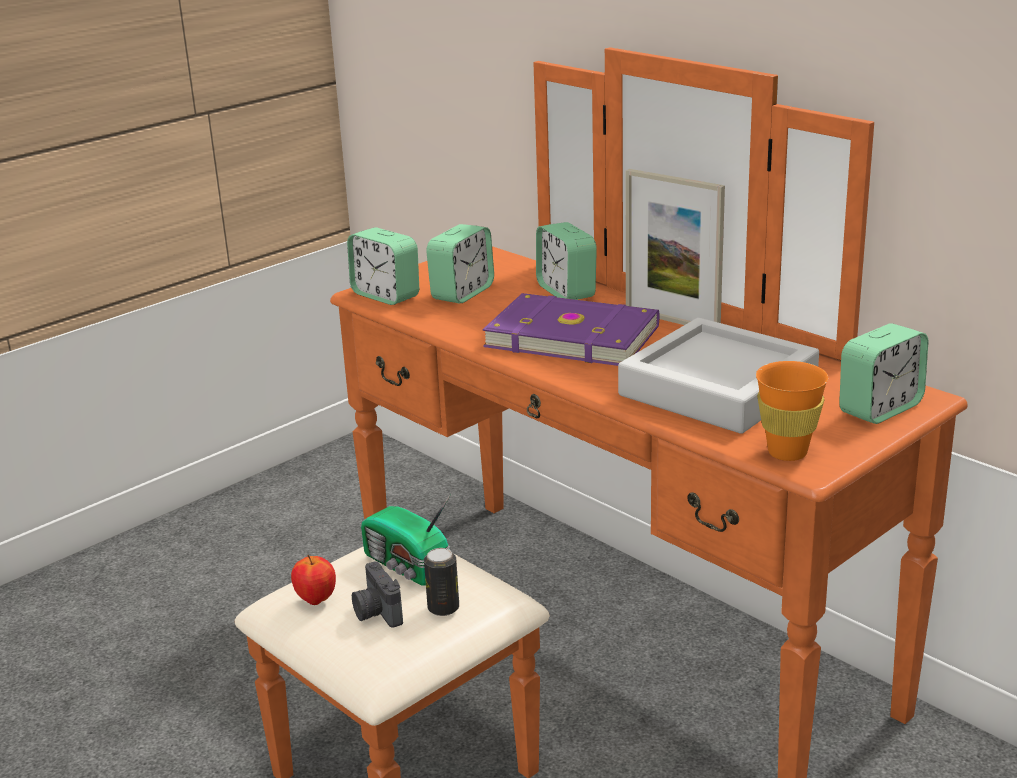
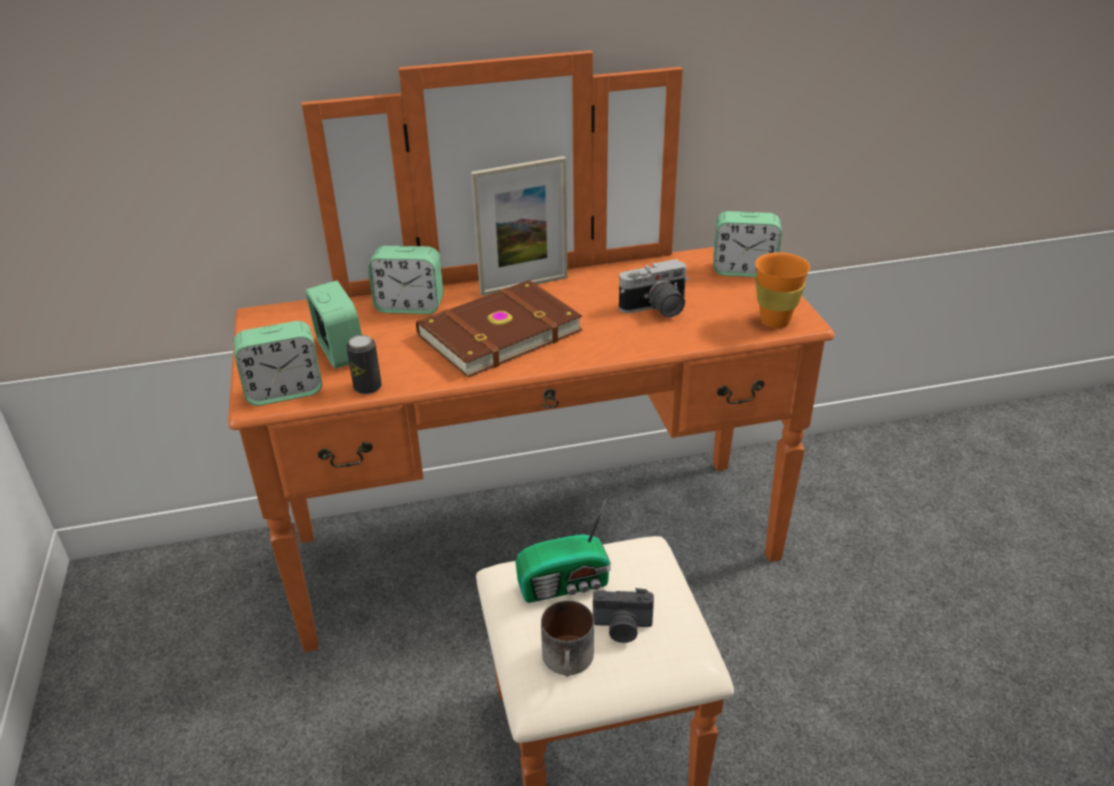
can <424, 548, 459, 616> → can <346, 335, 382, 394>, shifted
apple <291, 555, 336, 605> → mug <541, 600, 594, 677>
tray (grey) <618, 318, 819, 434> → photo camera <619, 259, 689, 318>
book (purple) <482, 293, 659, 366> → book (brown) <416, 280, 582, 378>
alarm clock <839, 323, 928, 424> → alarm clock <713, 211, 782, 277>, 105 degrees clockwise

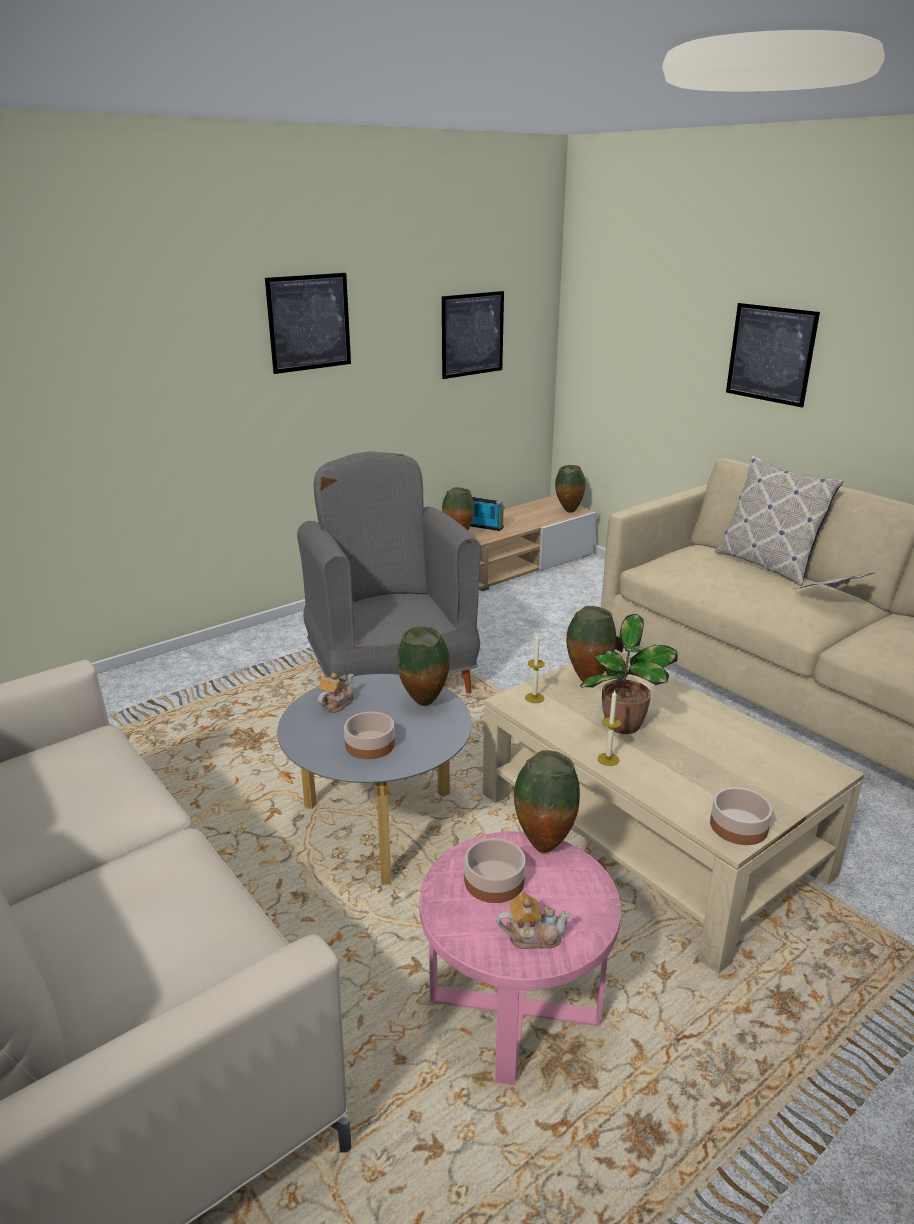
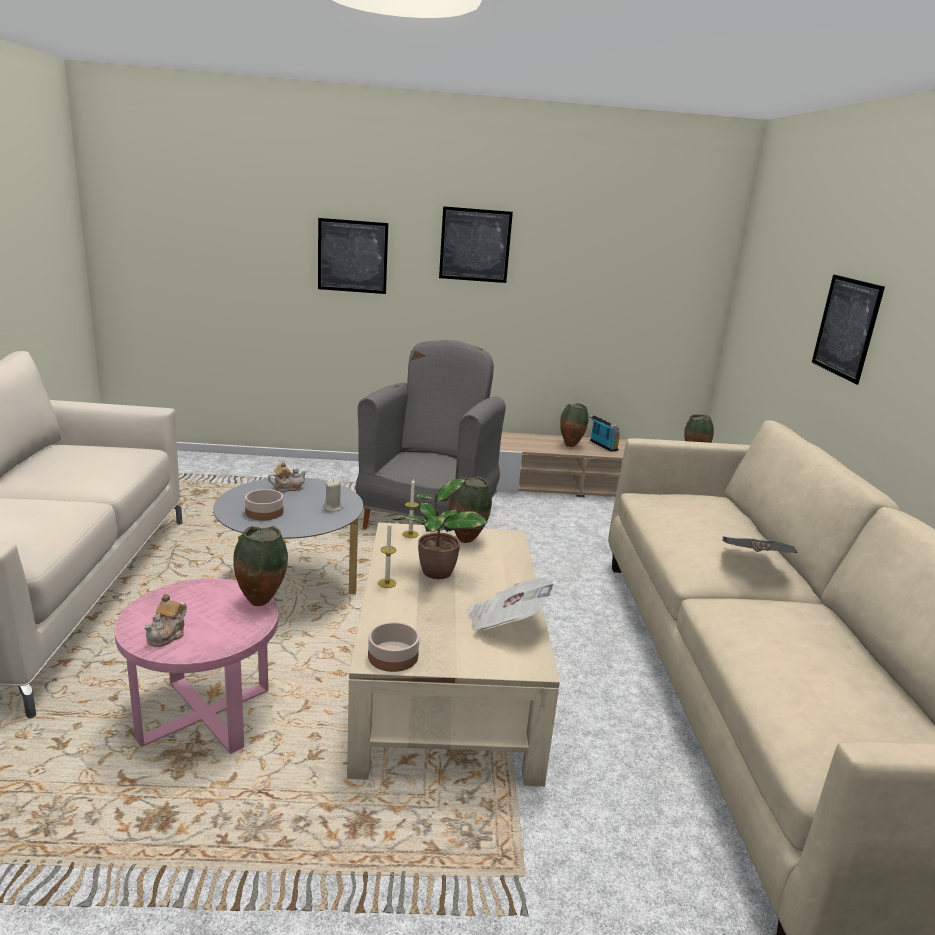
bowl <464, 838, 526, 903> → -
pillow <715, 455, 843, 586> → -
- → newspaper <467, 578, 556, 631>
picture <442, 291, 504, 379> → picture <318, 218, 388, 294>, shifted
vase <397, 626, 450, 706> → candle (beige) <323, 479, 343, 511>
teapot <497, 892, 572, 949> → teapot <143, 594, 187, 647>, 75 degrees clockwise

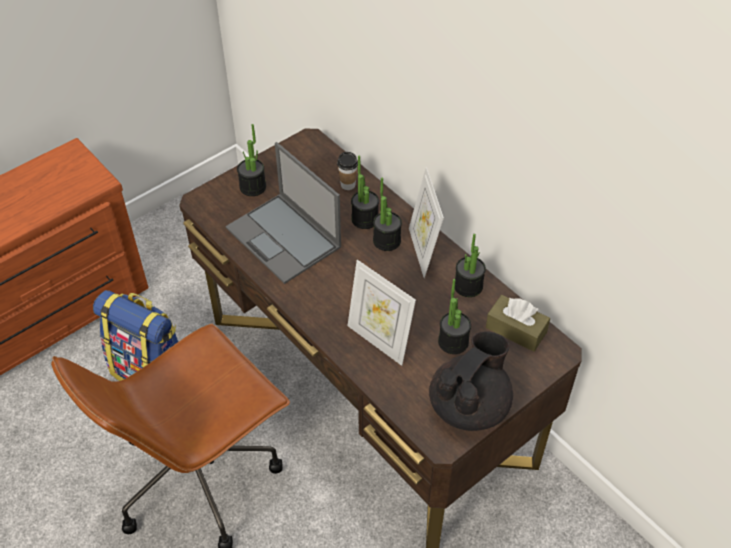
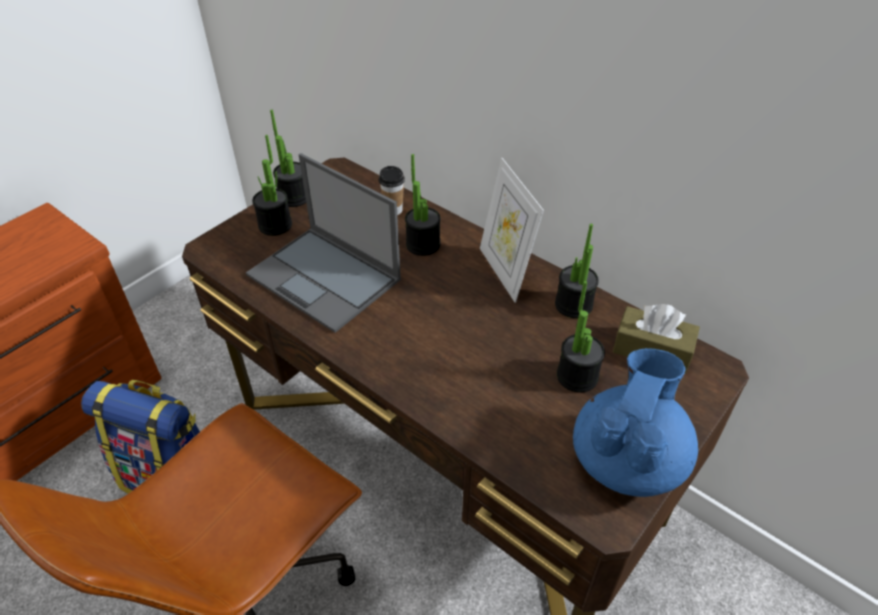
picture frame <347, 260, 416, 366> → -
potted plant <373, 177, 402, 251> → potted plant <270, 110, 306, 207>, shifted
teapot (black) <429, 332, 513, 431> → teapot (blue) <573, 348, 698, 497>

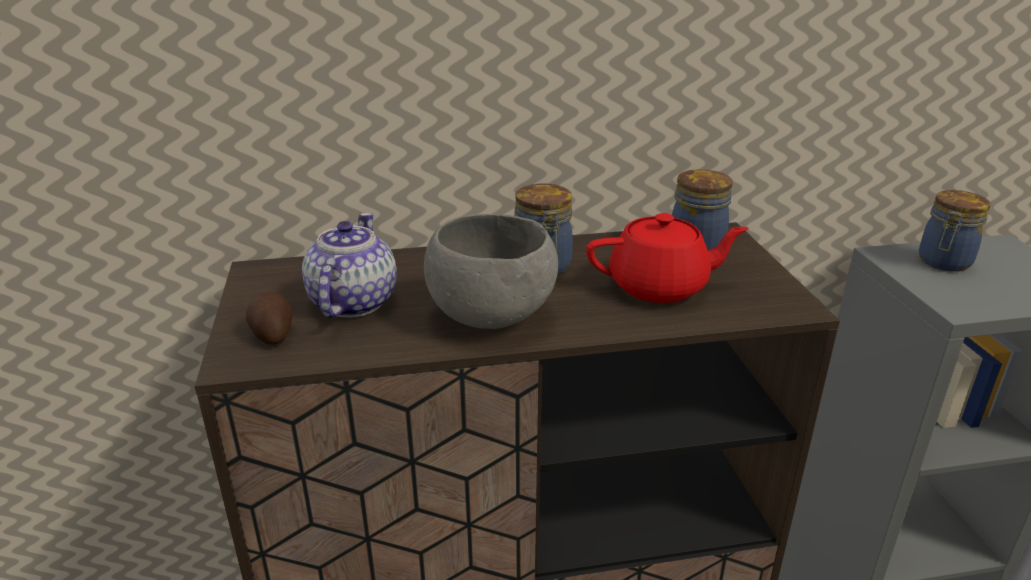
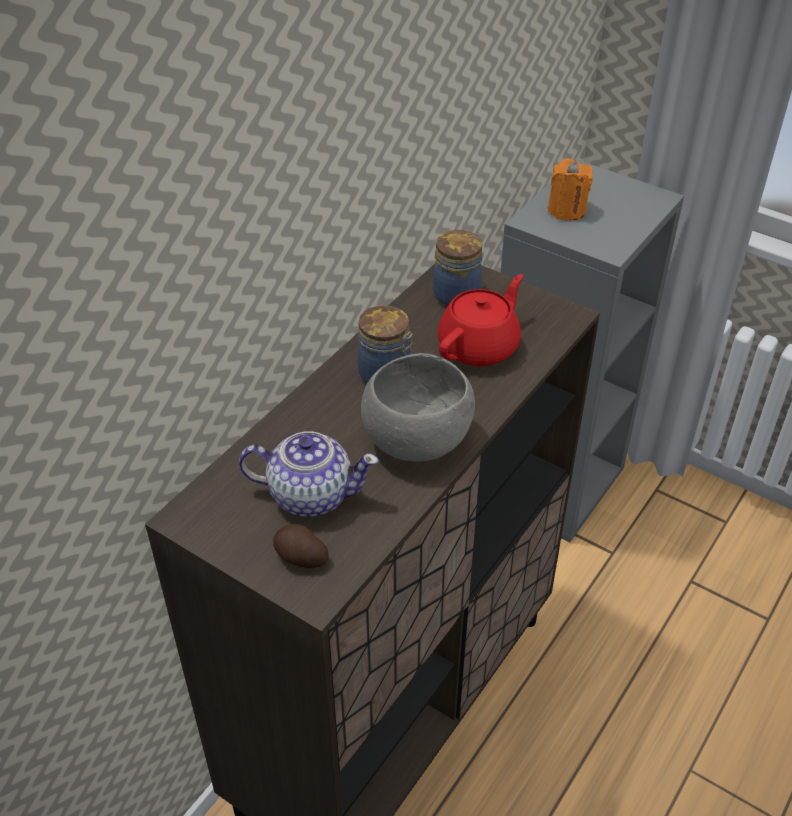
jar <919, 190, 991, 272> → candle (orange) <548, 158, 593, 221>
teapot <302, 213, 397, 318> → teapot <239, 431, 379, 517>, 135 degrees clockwise

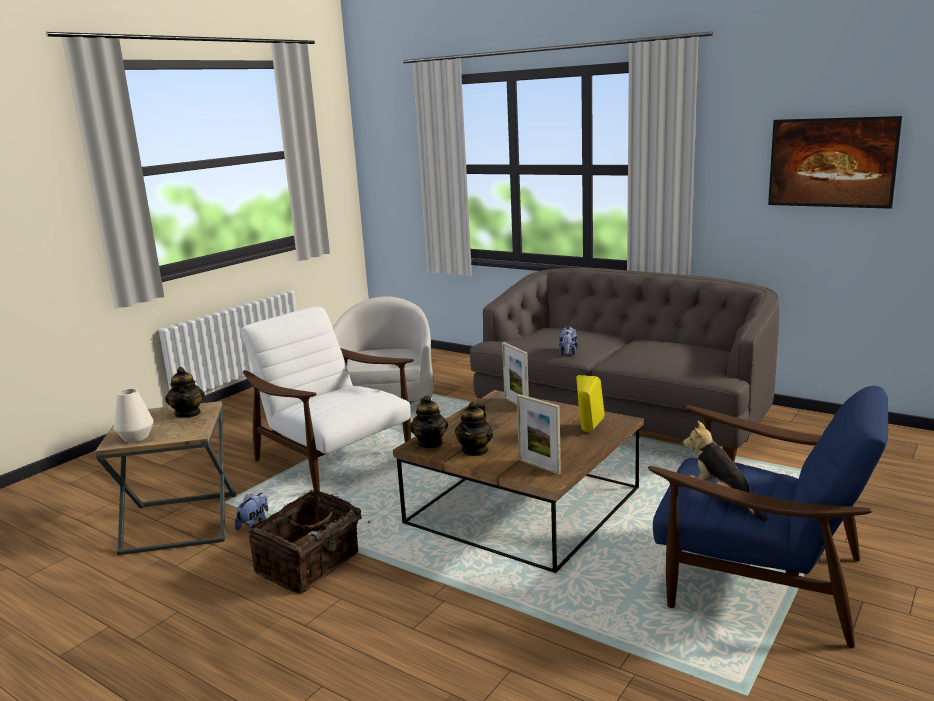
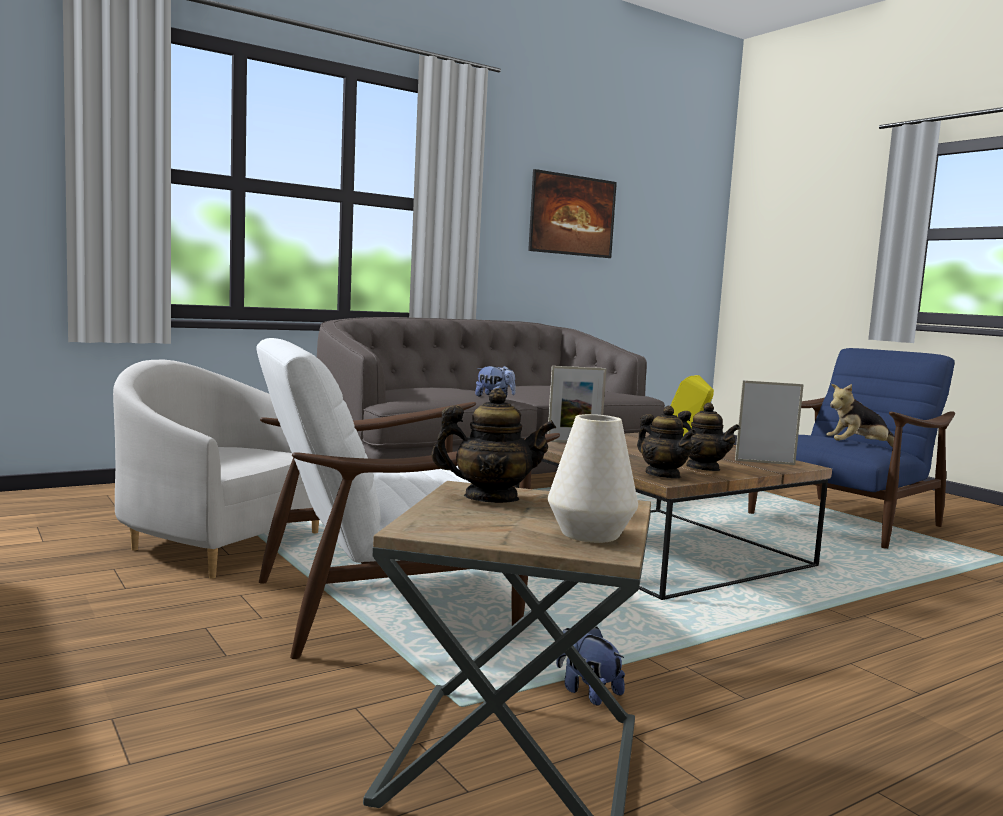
basket <248, 490, 370, 594> → -
teapot <410, 395, 448, 448> → teapot <637, 406, 696, 478>, 45 degrees clockwise
picture frame <516, 394, 561, 475> → picture frame <735, 380, 804, 465>, 150 degrees counterclockwise

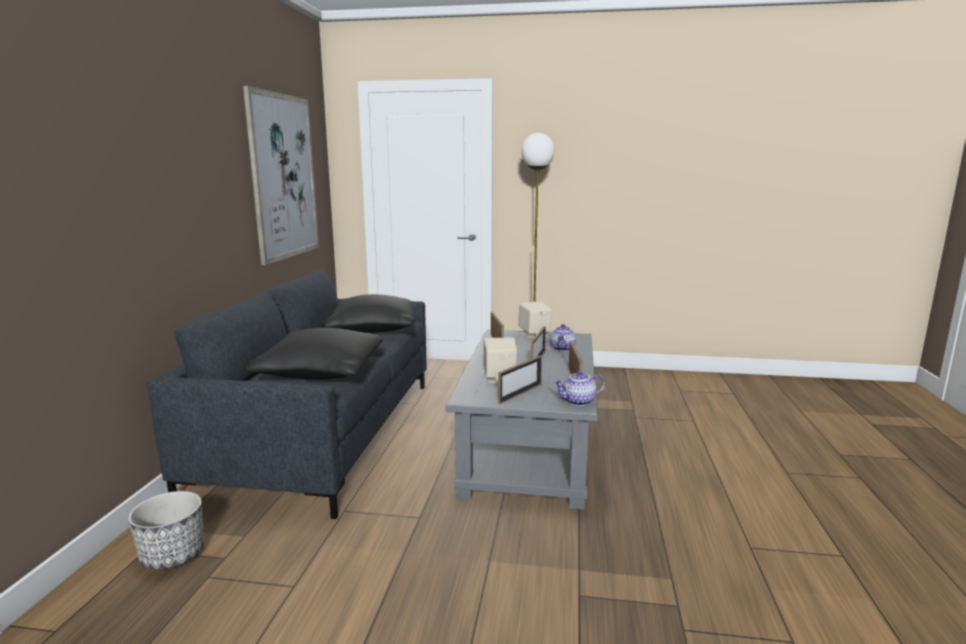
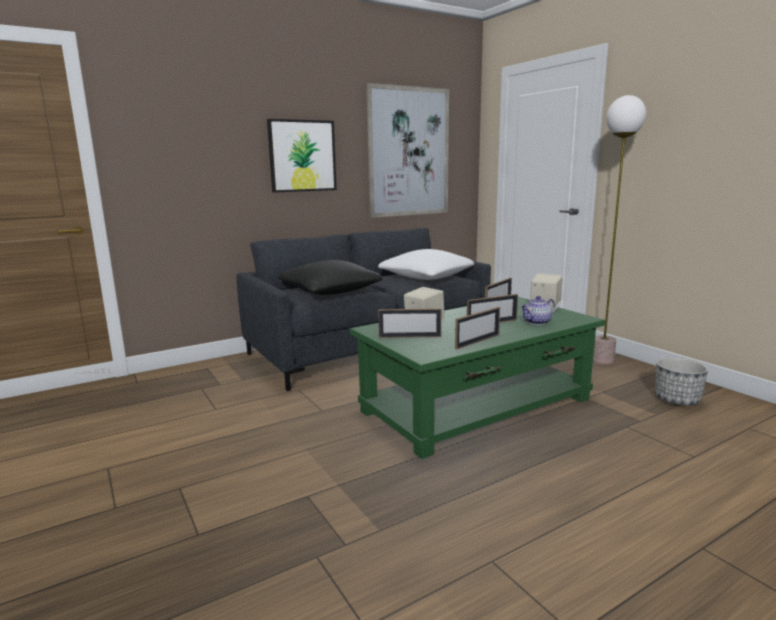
teapot <554, 370, 605, 406> → -
- → picture <267, 119, 337, 193>
planter <128, 491, 204, 570> → planter <655, 357, 708, 406>, shifted
pillow (black) <324, 294, 414, 333> → pillow (white) <378, 249, 474, 280>
coffee table (grey) <445, 329, 598, 509> → coffee table (green) <350, 297, 605, 459>

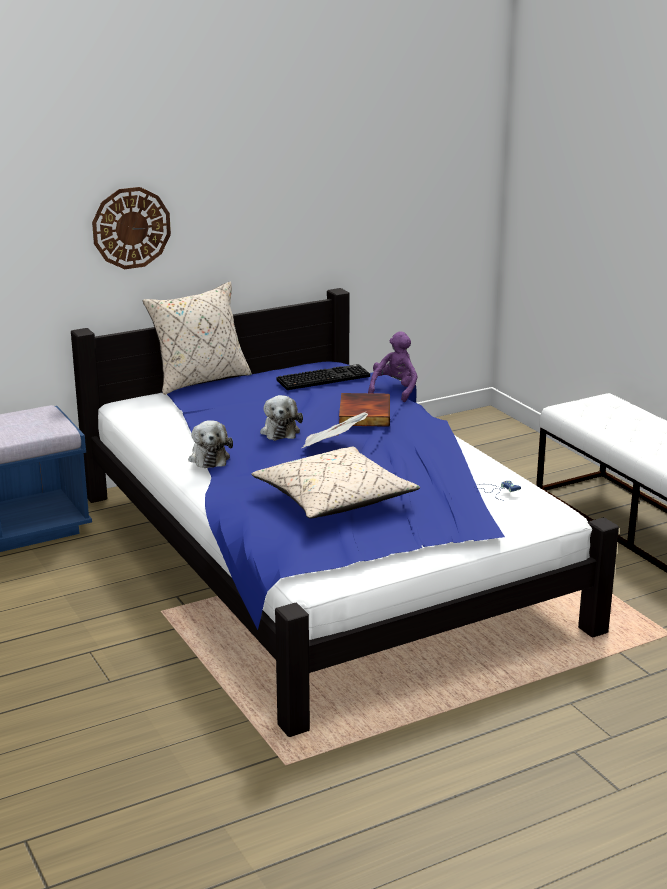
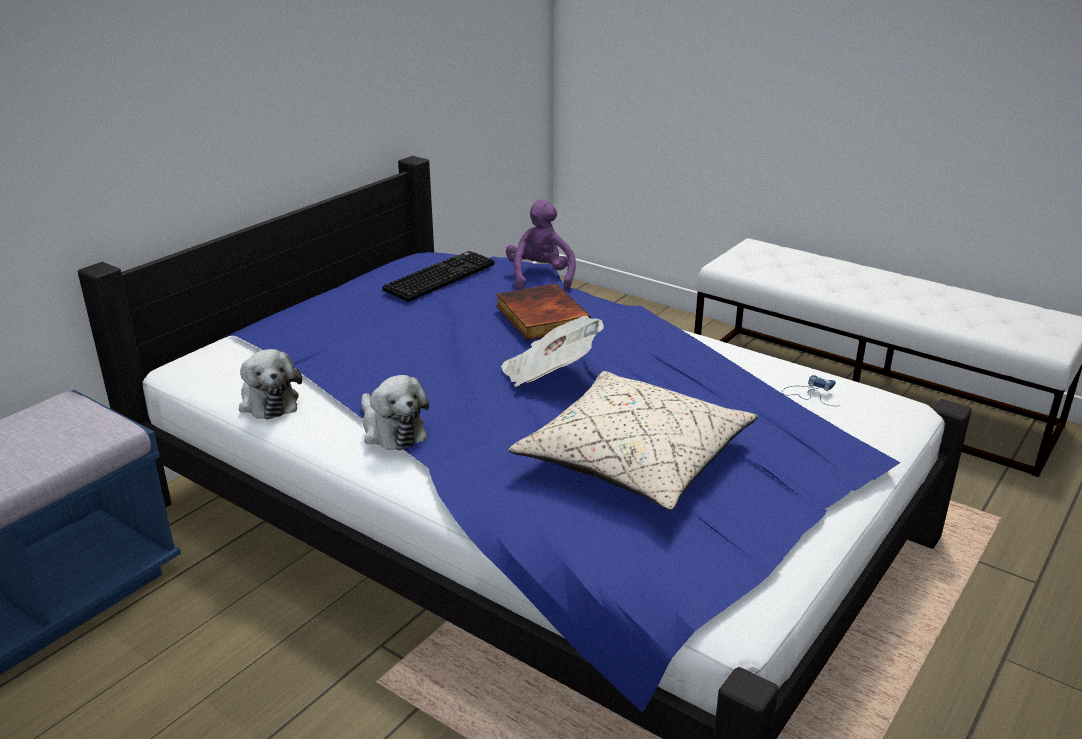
wall clock <92, 187, 171, 269> → -
pillow (beige) <143, 282, 252, 395> → -
plush toy <260, 395, 303, 441> → plush toy <239, 349, 302, 419>, shifted

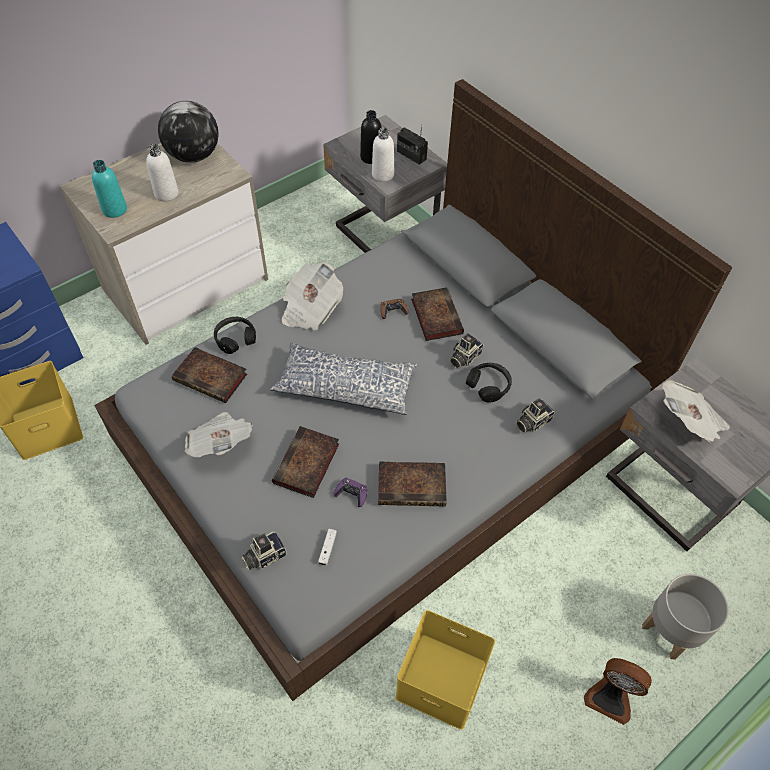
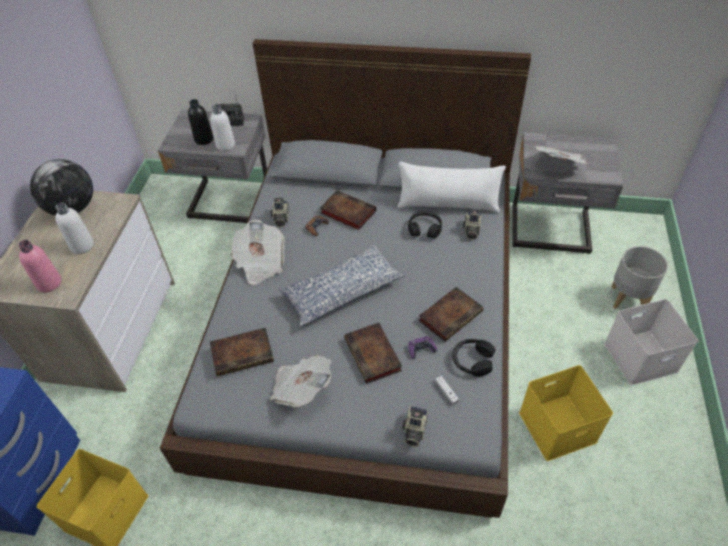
- → pillow (white) <398, 162, 506, 212>
headphones (black) <214, 317, 256, 354> → headphones (black) <452, 339, 495, 377>, shifted
photo camera <450, 333, 483, 369> → photo camera <271, 198, 289, 227>, shifted
fan <584, 658, 652, 725> → storage box (white) <604, 299, 698, 385>
bottle (turquoise) <92, 160, 127, 218> → bottle (pink) <18, 240, 62, 292>

